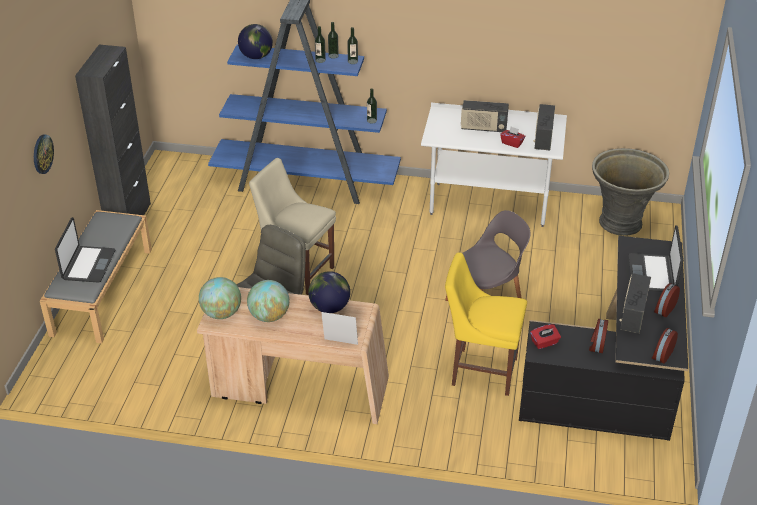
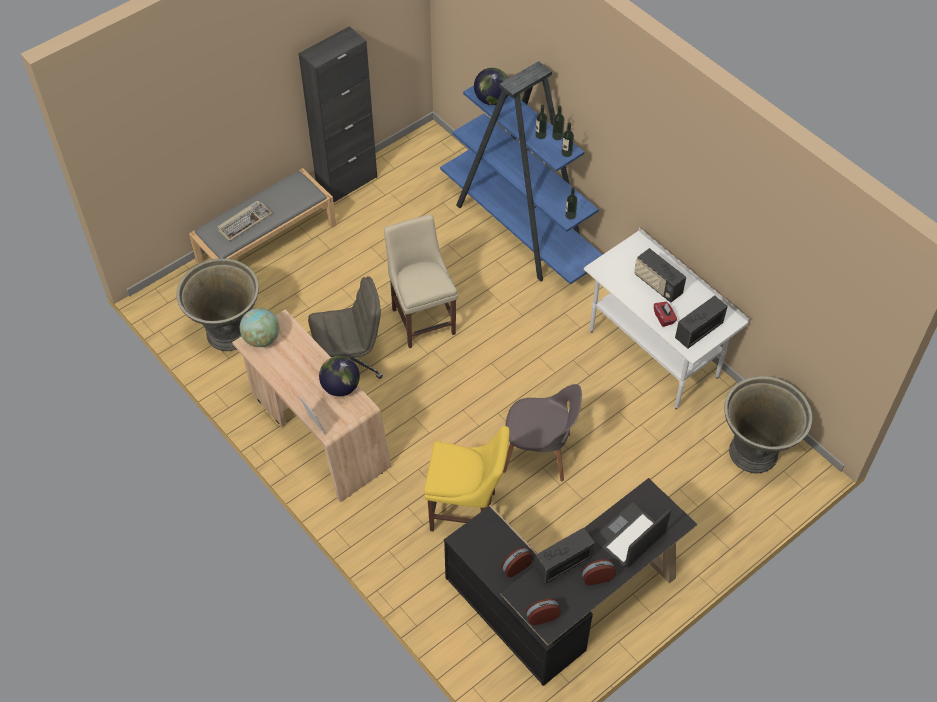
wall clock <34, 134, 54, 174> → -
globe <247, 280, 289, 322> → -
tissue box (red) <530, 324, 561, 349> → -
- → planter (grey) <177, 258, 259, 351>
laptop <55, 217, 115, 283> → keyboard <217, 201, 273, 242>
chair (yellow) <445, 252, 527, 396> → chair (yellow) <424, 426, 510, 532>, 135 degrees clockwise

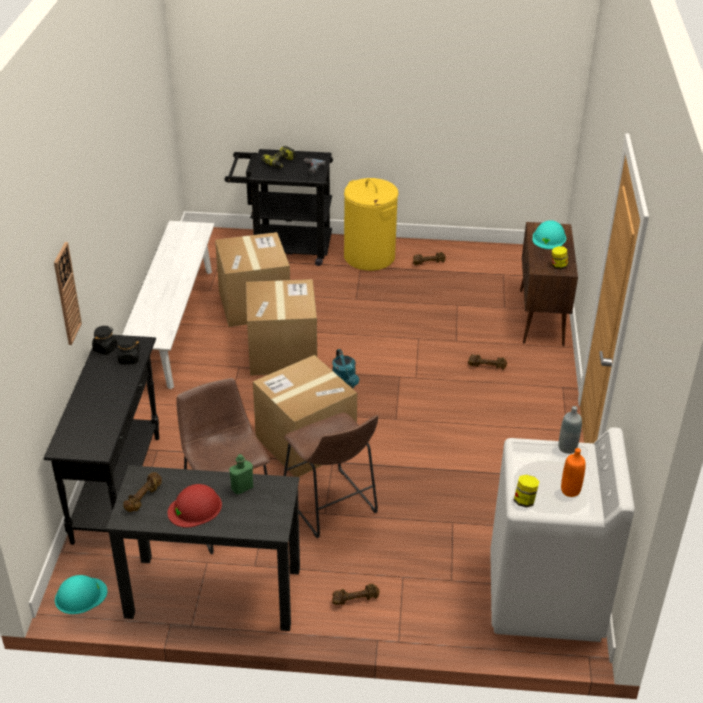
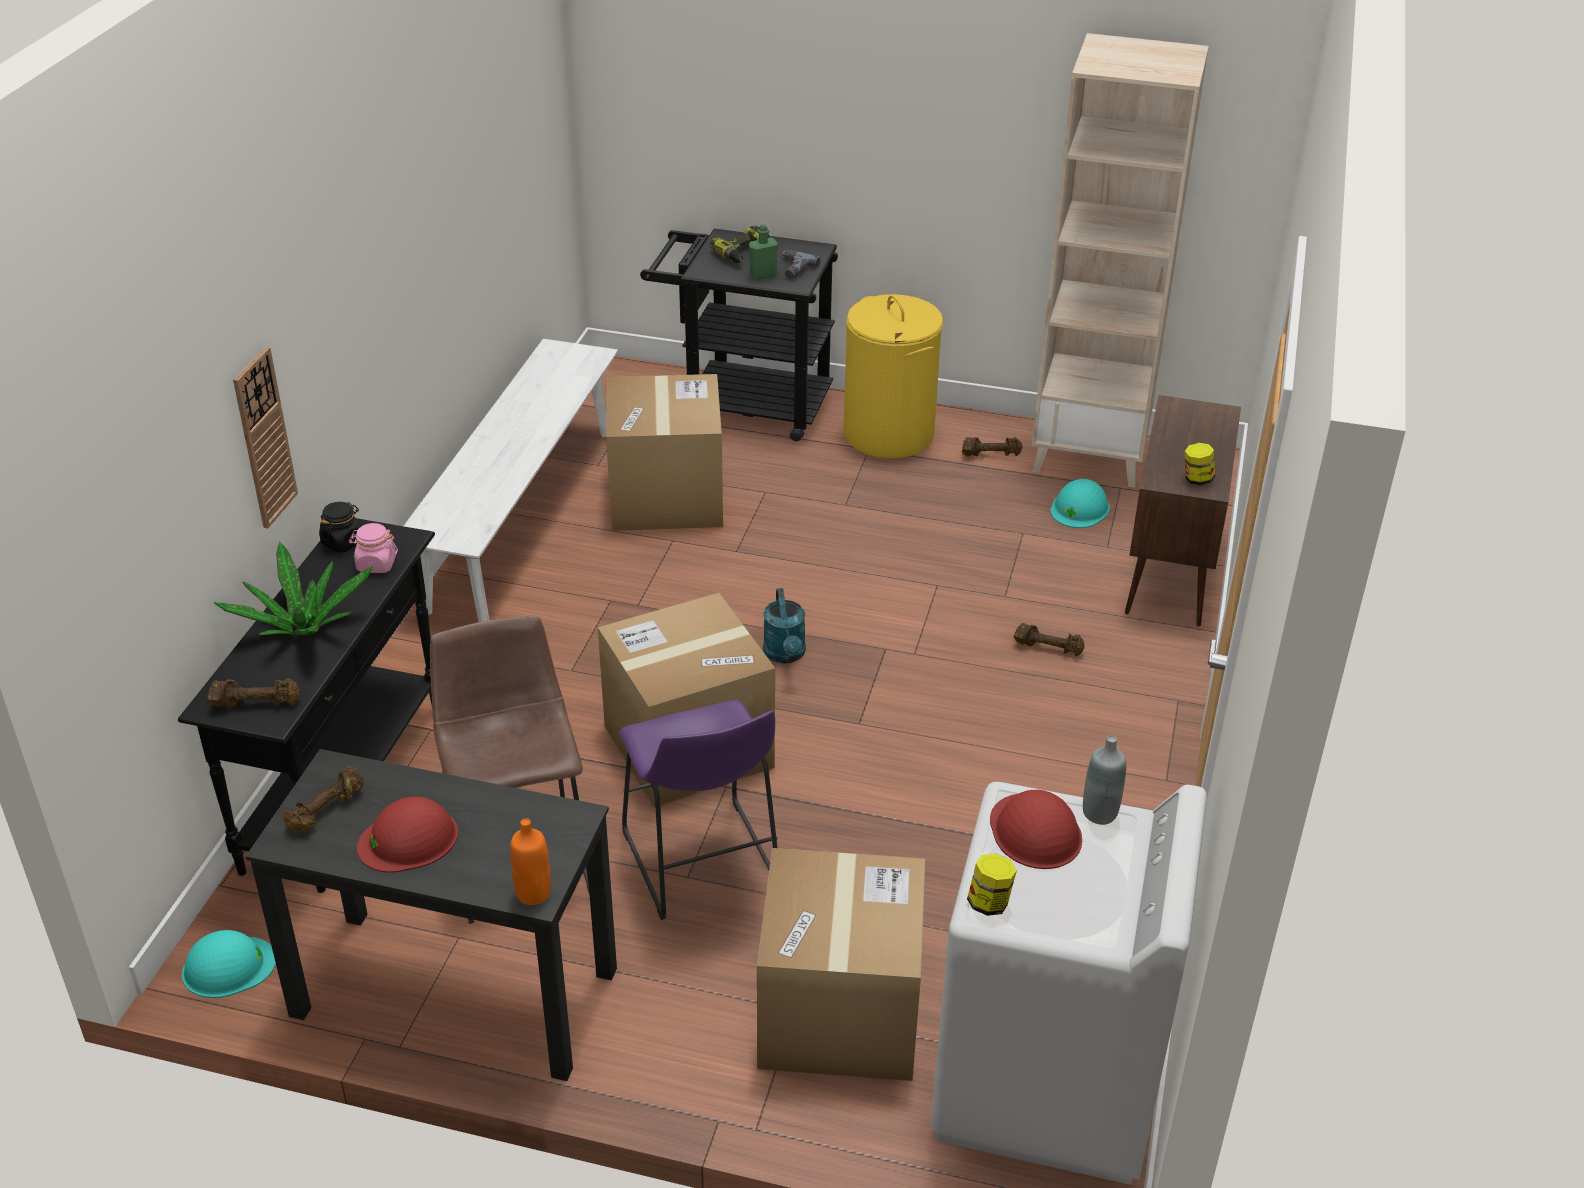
- → potted plant <214, 541, 373, 635>
- → hard hat (red) <990, 790, 1082, 869>
- → bookcase (beige) <1032, 33, 1209, 488>
bottle (green) <229, 454, 253, 495> → bottle (green) <749, 224, 778, 280>, shifted
cardboard box <246, 279, 317, 376> → cardboard box <757, 848, 925, 1081>, shifted
dumbbell (brown) <332, 583, 379, 605> → dumbbell (brown) <207, 678, 300, 707>, shifted
hard hat (turquoise) <532, 220, 566, 249> → hard hat (turquoise) <1050, 479, 1110, 528>, shifted
bottle (orange) <561, 448, 586, 497> → bottle (orange) <510, 818, 551, 905>, shifted
jar (black) <114, 336, 141, 364> → jar (pink) <349, 523, 398, 573>
stool (brown) <284, 412, 378, 538> → stool (purple) <619, 700, 778, 920>

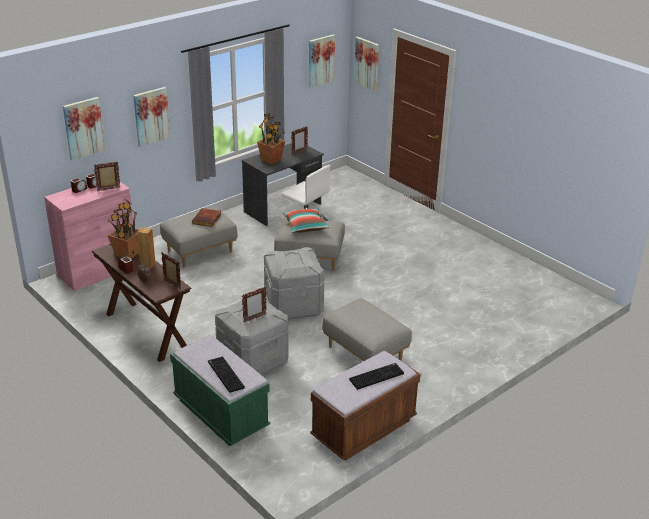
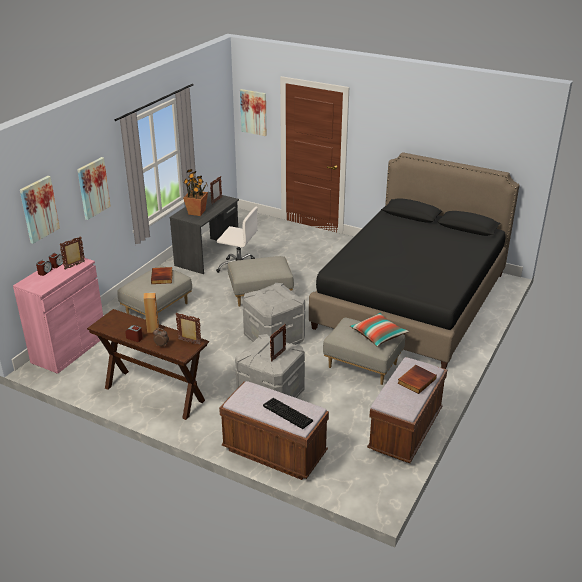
potted plant <108, 200, 140, 259> → -
picture <309, 34, 335, 88> → -
- → bed (black) <309, 152, 519, 369>
pillow <283, 208, 330, 233> → pillow <350, 313, 409, 347>, shifted
keyboard <349, 363, 404, 390> → book <398, 365, 437, 394>
bench (green) <170, 335, 270, 446> → bench (brown) <219, 381, 329, 480>

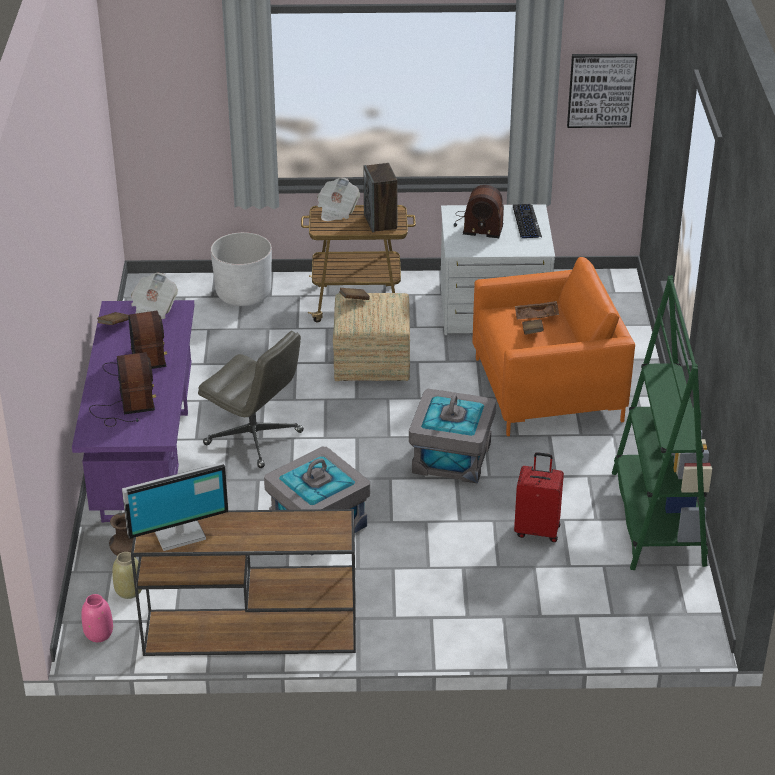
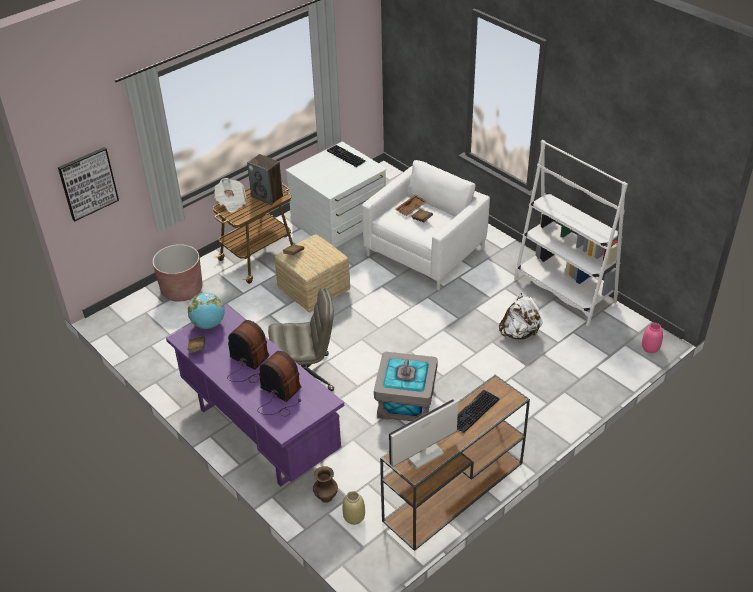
storage box (grey) <409, 389, 496, 483> → -
radio <454, 185, 504, 238> → -
- → keyboard <457, 390, 499, 433>
vase (pink) <81, 594, 113, 642> → vase (pink) <642, 323, 663, 353>, shifted
picture <567, 54, 638, 128> → picture <58, 147, 119, 221>, shifted
newspaper <131, 273, 178, 319> → globe <188, 293, 225, 329>
suitcase (red) <514, 452, 564, 542> → backpack (white) <499, 293, 542, 339>
planter (white) <211, 232, 272, 306> → planter (brown) <153, 244, 202, 302>
armchair (orange) <472, 257, 635, 436> → armchair (white) <362, 160, 490, 290>
bookcase (green) <612, 275, 712, 570> → bookcase (white) <514, 140, 628, 326>
monitor <122, 462, 229, 551> → monitor <389, 398, 458, 469>, 150 degrees counterclockwise

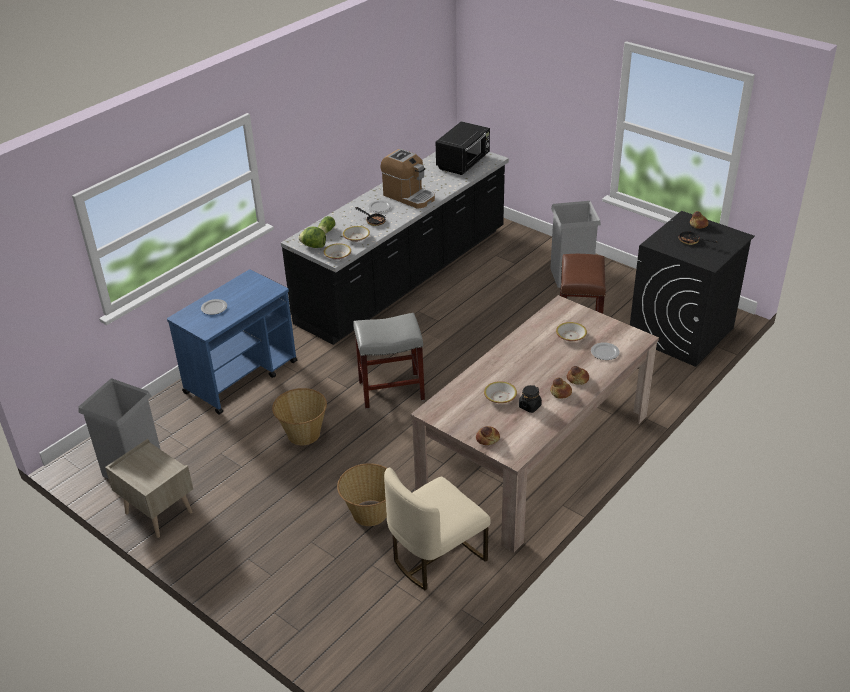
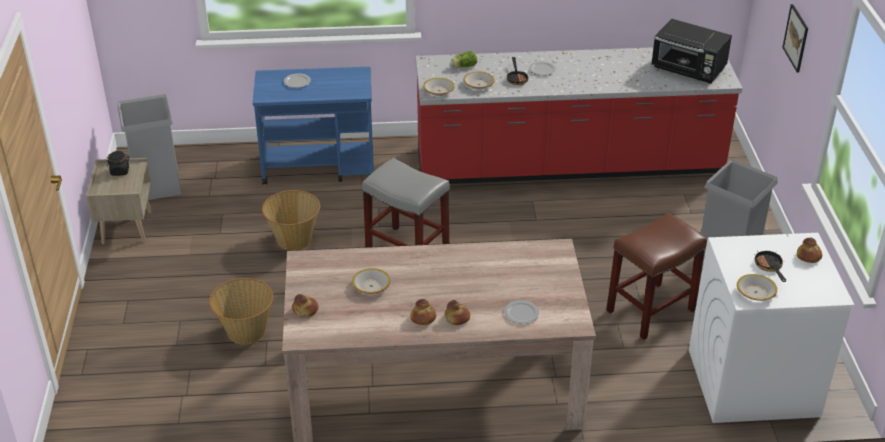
lettuce <298, 227, 326, 248> → -
coffee machine <380, 149, 435, 209> → -
chair (beige) <384, 468, 491, 590> → -
- → picture <782, 4, 808, 73>
jar (black) <519, 385, 542, 413> → jar (black) <107, 151, 130, 176>, shifted
bowl <556, 322, 587, 341> → bowl <737, 274, 777, 301>, shifted
counter (black) <281, 151, 509, 345> → counter (red) <415, 47, 743, 184>
washing machine (black) <630, 211, 755, 367> → washing machine (white) <689, 233, 854, 423>
microwave (black) <436, 121, 490, 175> → microwave (black) <651, 19, 732, 83>, 45 degrees clockwise

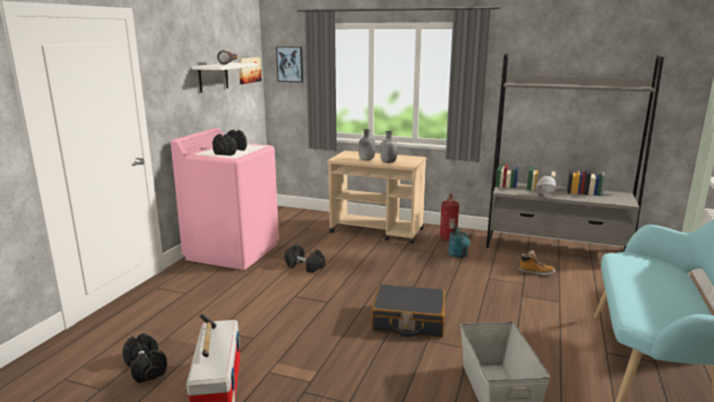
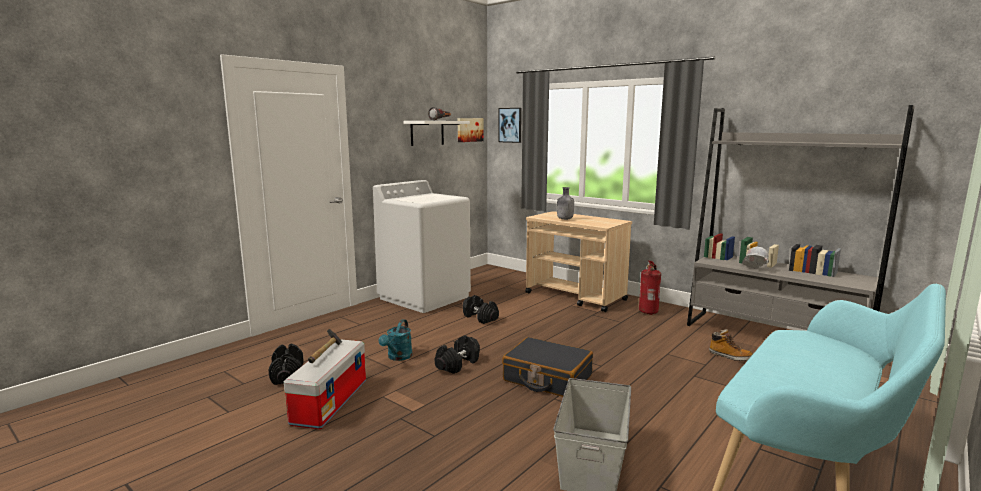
bottle (grey) <380, 131, 397, 163> → -
dumbbell (black) <212, 129, 247, 156> → dumbbell (black) <435, 335, 480, 374>, shifted
watering can (turquoise) <448, 226, 470, 258> → watering can (turquoise) <379, 319, 413, 361>, shifted
washing machine (pink) <171, 128, 279, 270> → washing machine (white) <373, 180, 471, 313>

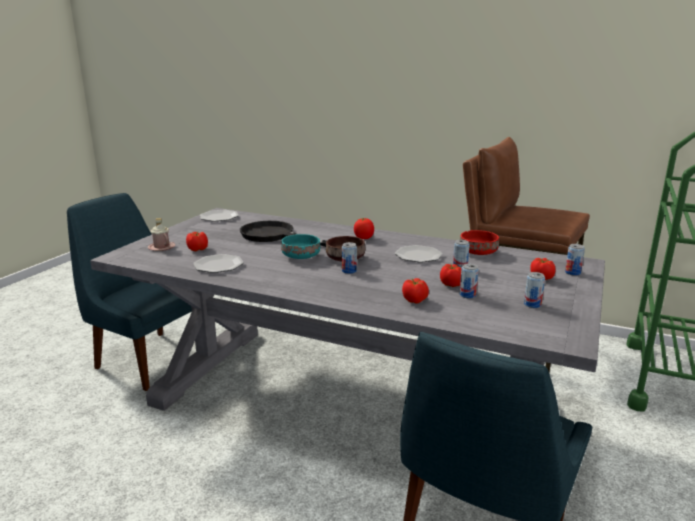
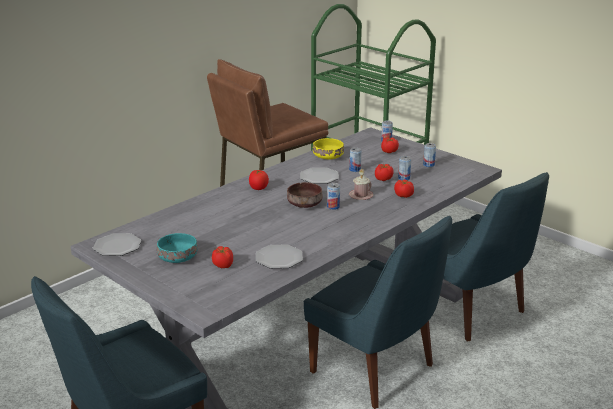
frying pan (black) <240, 221, 326, 247> → -
- → chair (blue) <304, 216, 452, 409>
mug (pink) <148, 218, 175, 251> → mug (pink) <349, 169, 373, 200>, shifted
bowl (turquoise) <281, 234, 320, 259> → bowl (turquoise) <157, 233, 198, 263>, shifted
bowl (red) <460, 230, 499, 255> → bowl (yellow) <313, 138, 344, 159>

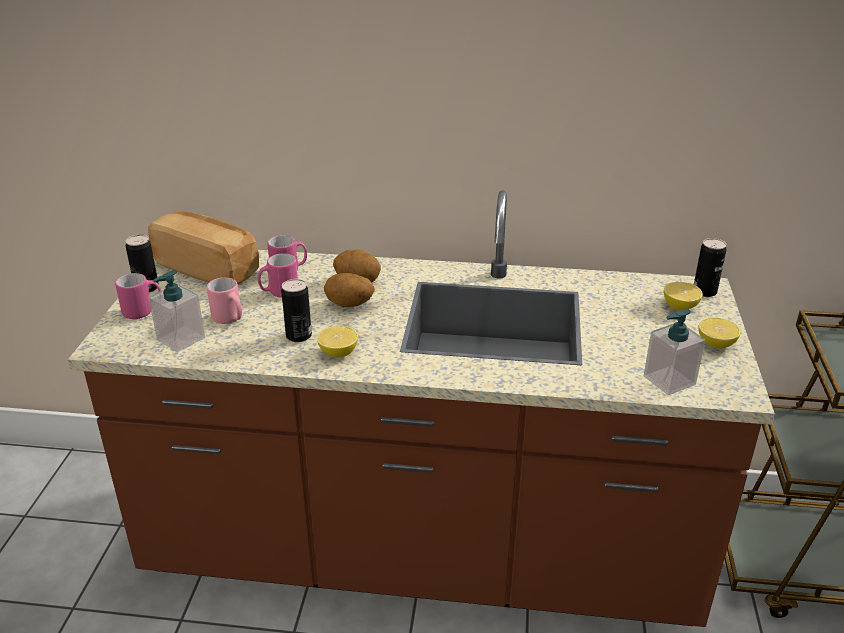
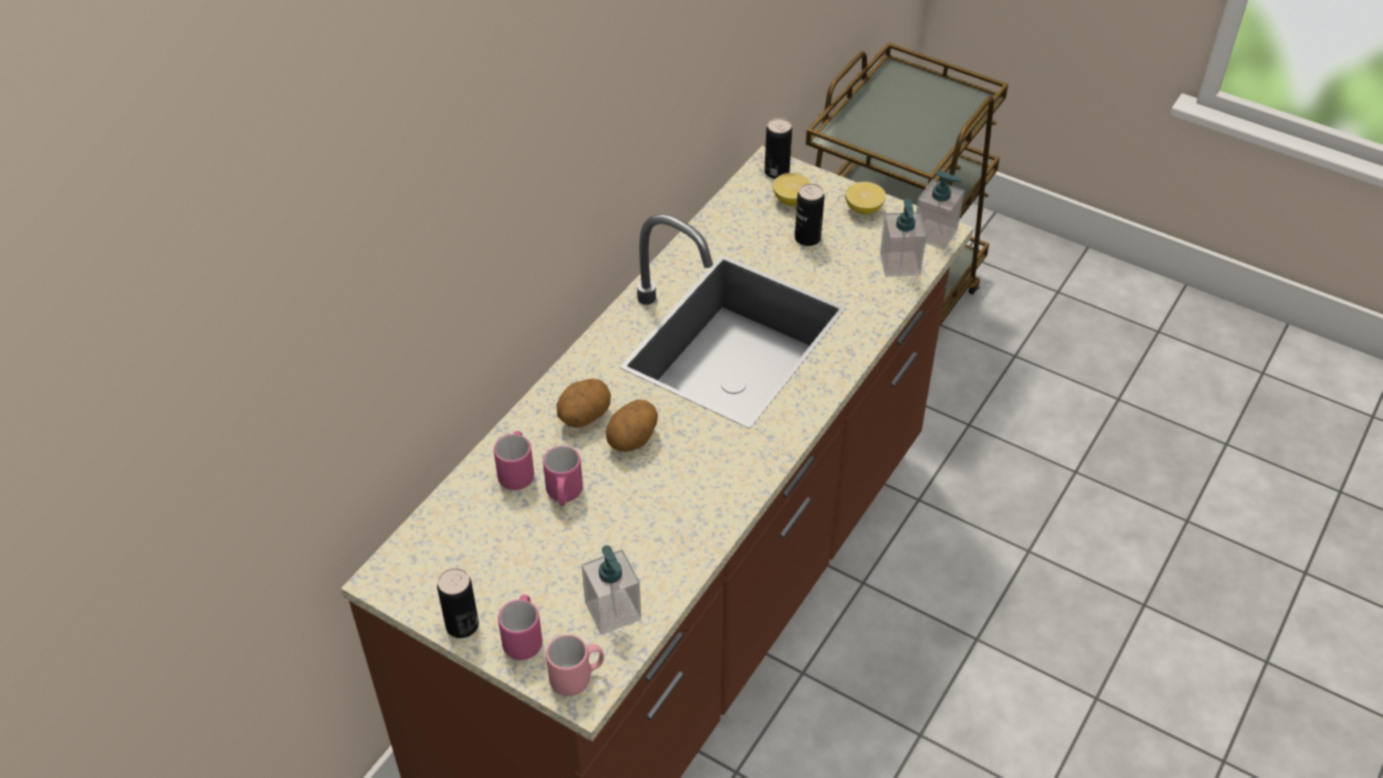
bread <148, 211, 259, 285> → -
lemon <317, 325, 358, 357> → -
- → soap dispenser <916, 170, 964, 250>
mug (pink) <207, 277, 242, 324> → mug (pink) <546, 635, 604, 696>, shifted
can <281, 279, 312, 342> → can <795, 183, 824, 246>, shifted

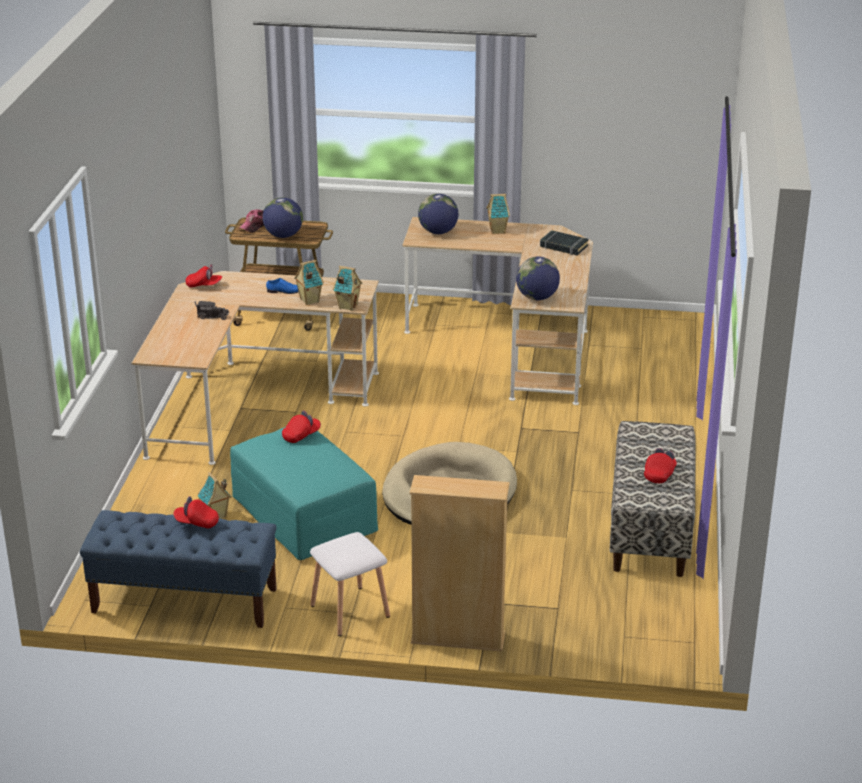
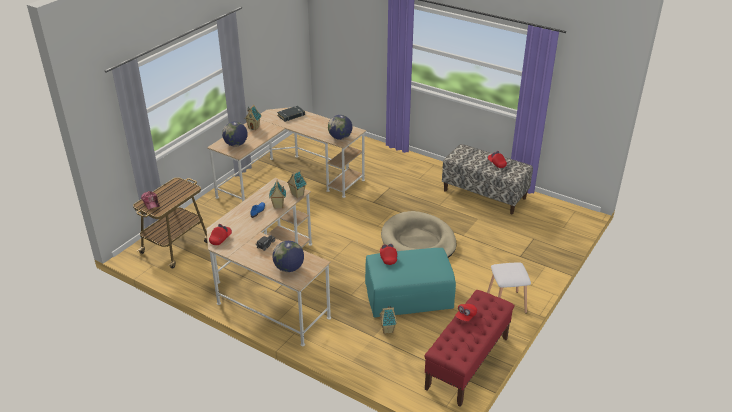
bookcase (beige) <409, 475, 510, 652> → -
globe <263, 197, 303, 238> → globe <272, 241, 304, 272>, shifted
bench (blue) <80, 510, 277, 628> → bench (red) <424, 290, 515, 407>

